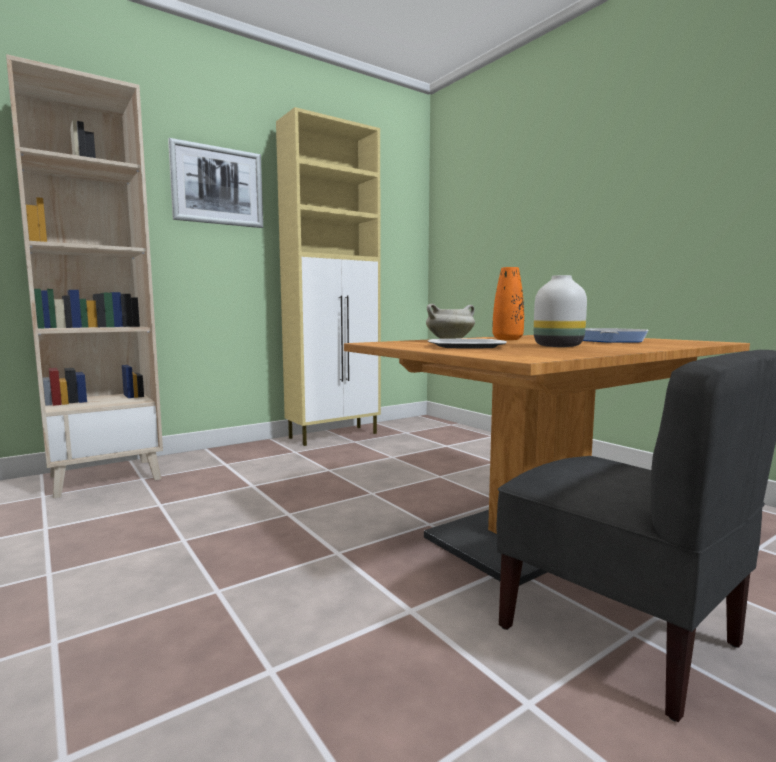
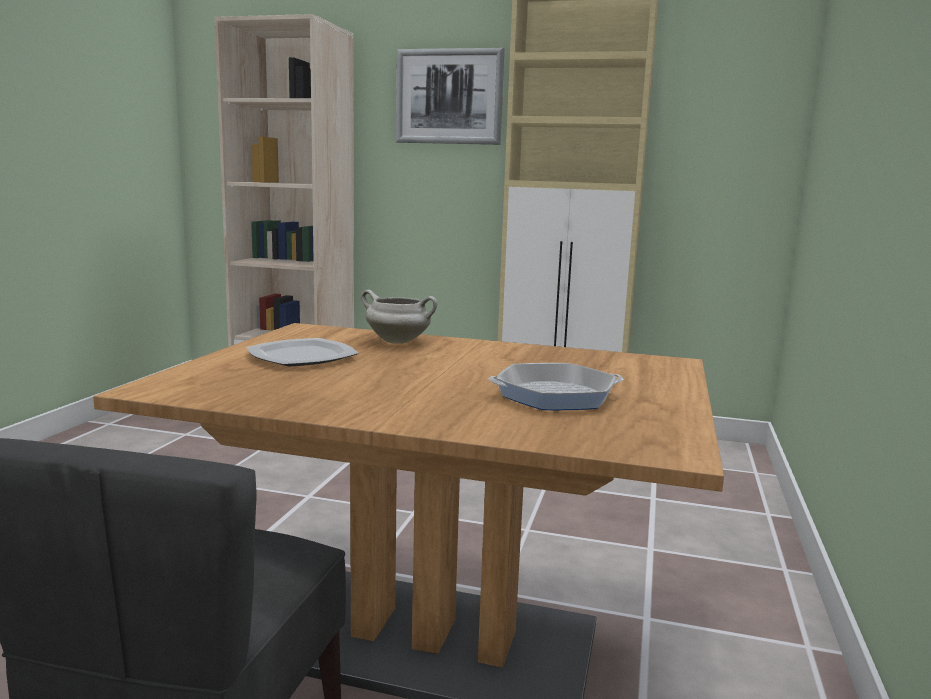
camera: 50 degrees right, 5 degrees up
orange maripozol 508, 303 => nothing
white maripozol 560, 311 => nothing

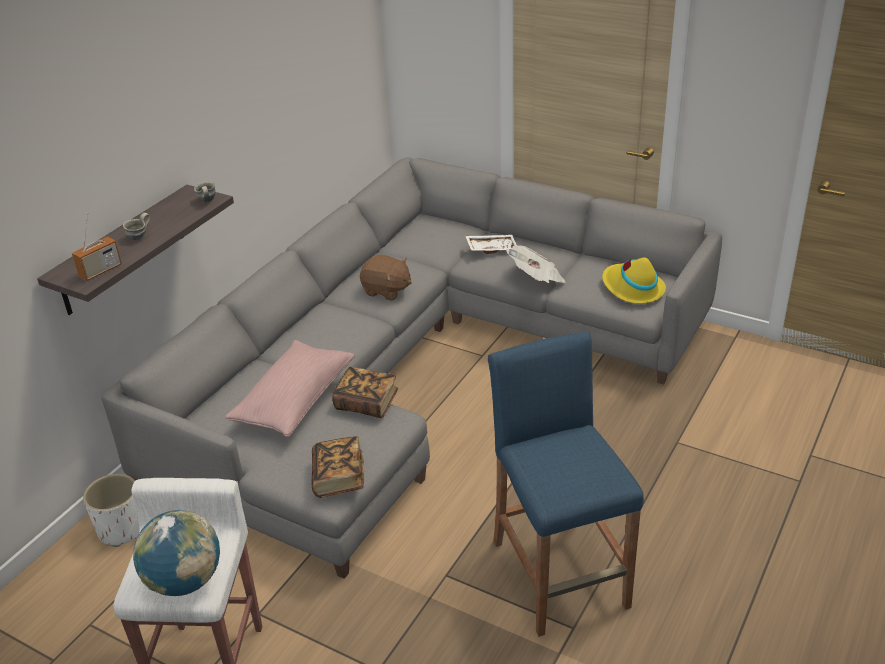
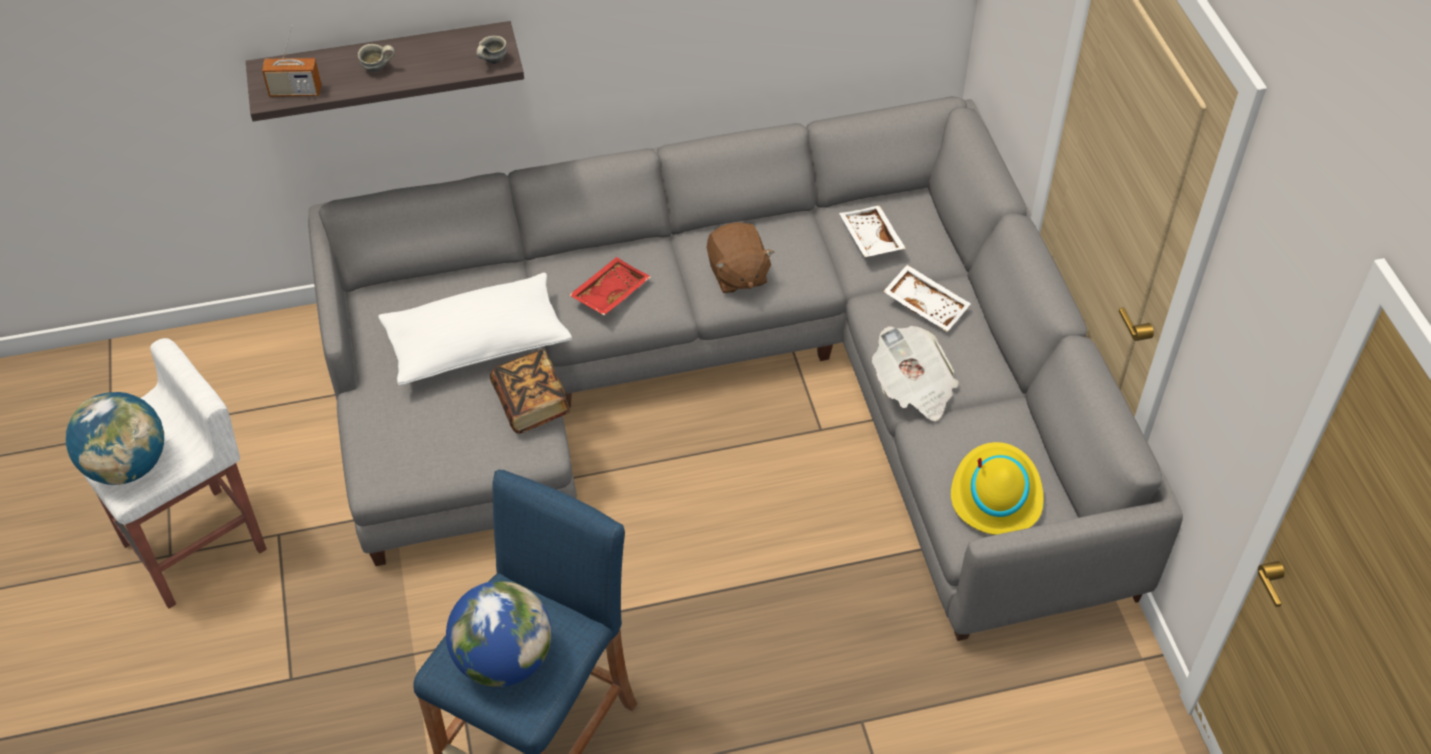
camera: 45 degrees right, 15 degrees up
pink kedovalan 290, 388 => white kedovalan 475, 329
nothing => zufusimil 499, 634
nothing => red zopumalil 610, 286
nothing => white zopumalil 872, 231
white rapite 111, 510 => nothing
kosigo 338, 467 => nothing

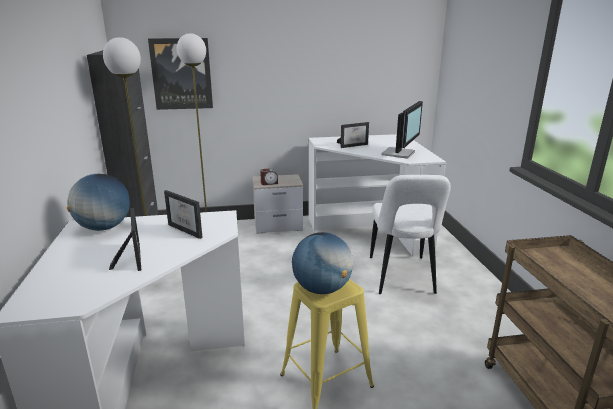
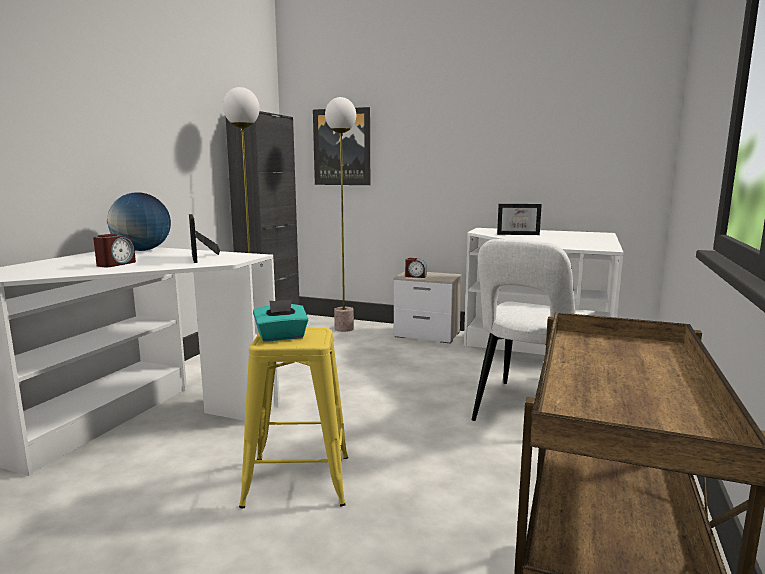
camera: 30 degrees right, 10 degrees down
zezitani 125, 239 => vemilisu 114, 250
zufusimil 322, 263 => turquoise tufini 280, 321
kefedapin 402, 130 => nothing

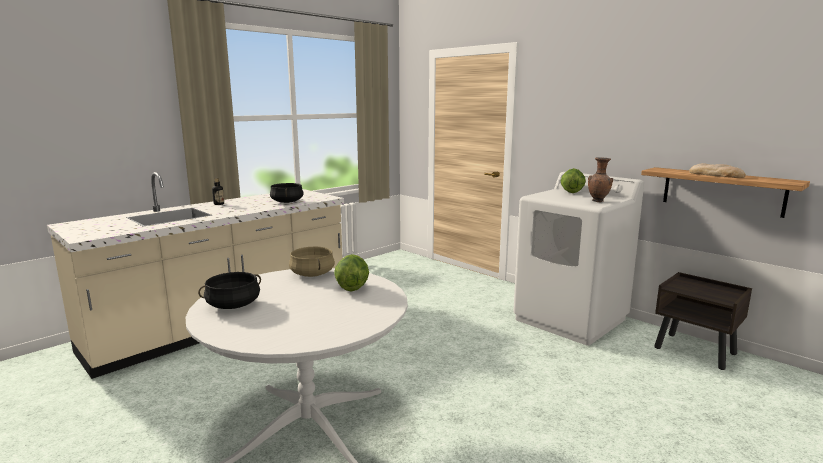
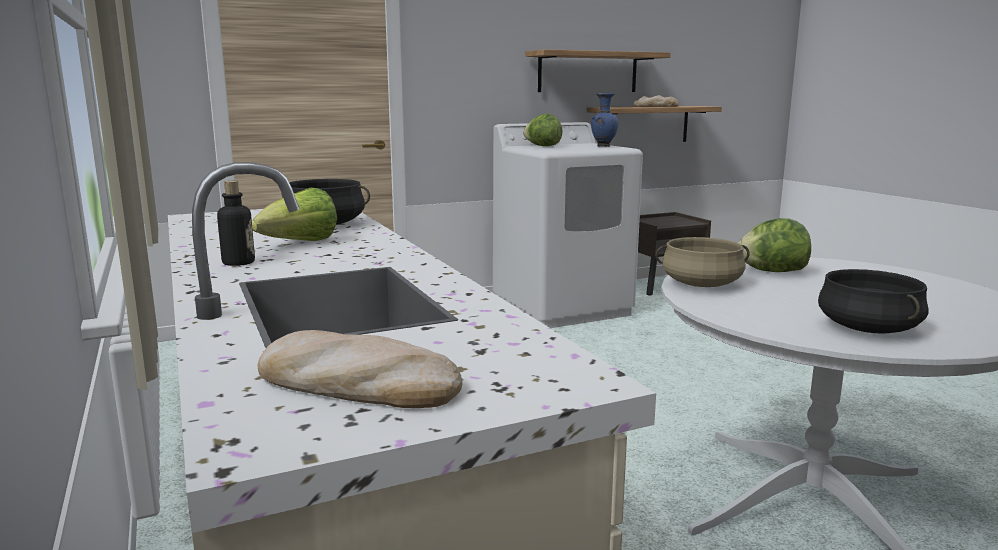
camera: 70 degrees left, 0 degrees up
nothing => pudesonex 294, 214
nothing => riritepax 360, 369
nothing => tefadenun 598, 70
brown maripozol 600, 180 => blue maripozol 605, 120

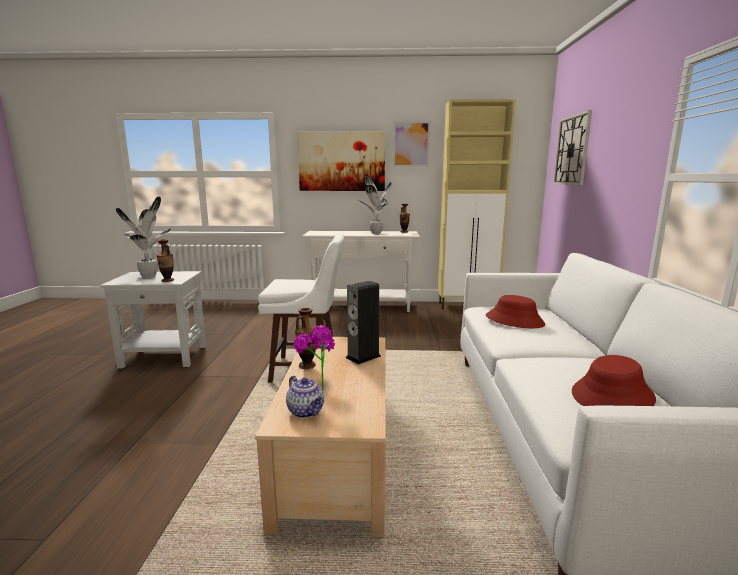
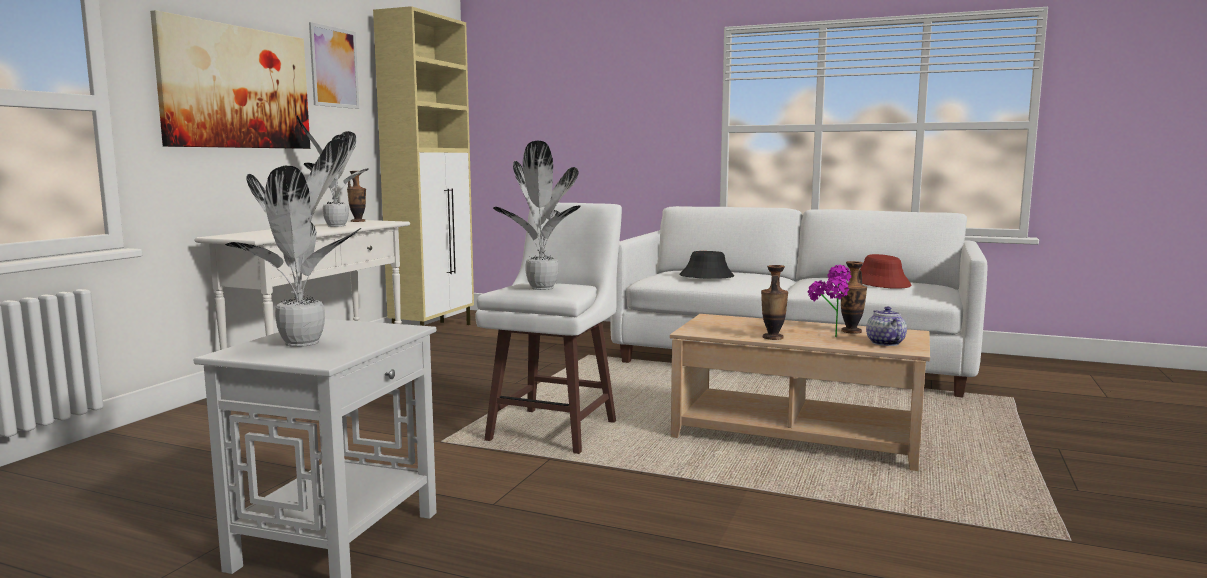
camera: 70 degrees left, 5 degrees down
nothing => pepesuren 537, 215
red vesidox 515, 311 => black vesidox 706, 265
maripozol 165, 260 => maripozol 854, 297, moved
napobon 305, 397 => napobon 886, 326, 75 degrees counterclockwise
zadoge 363, 322 => nothing
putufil 572, 147 => nothing

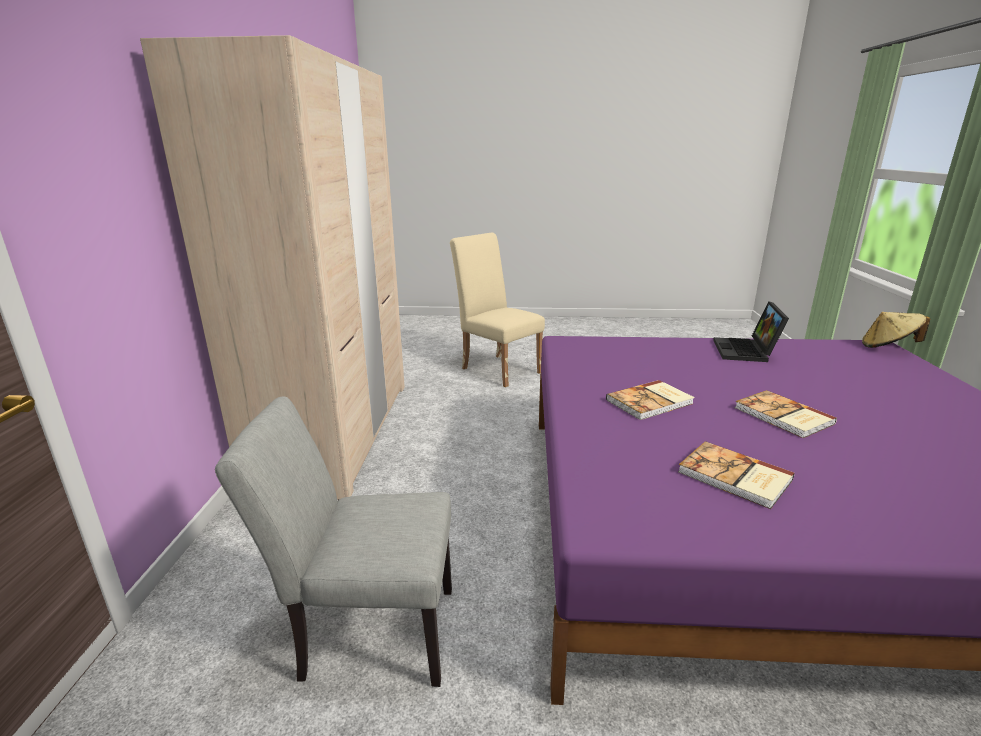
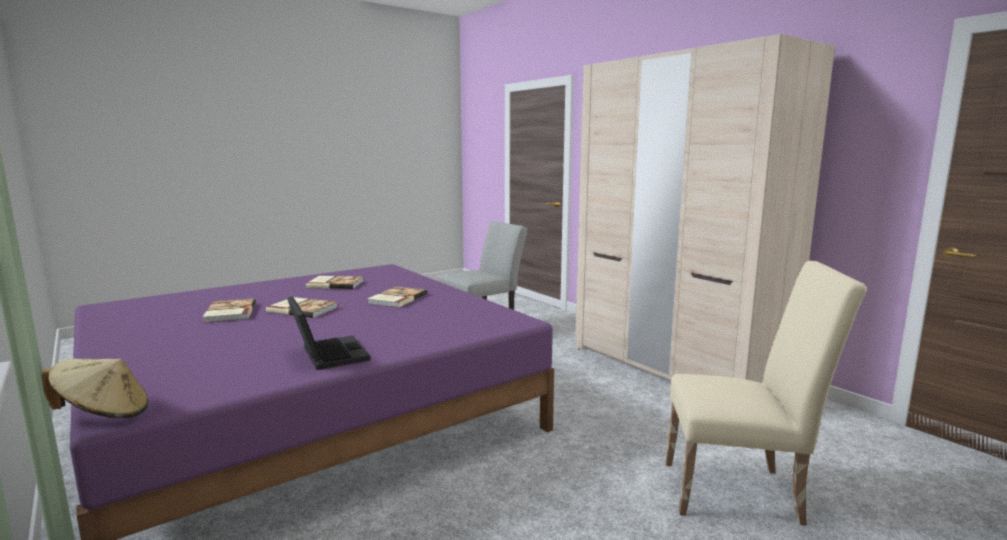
camera: 140 degrees right, 10 degrees down
nothing => kosigo 229, 310

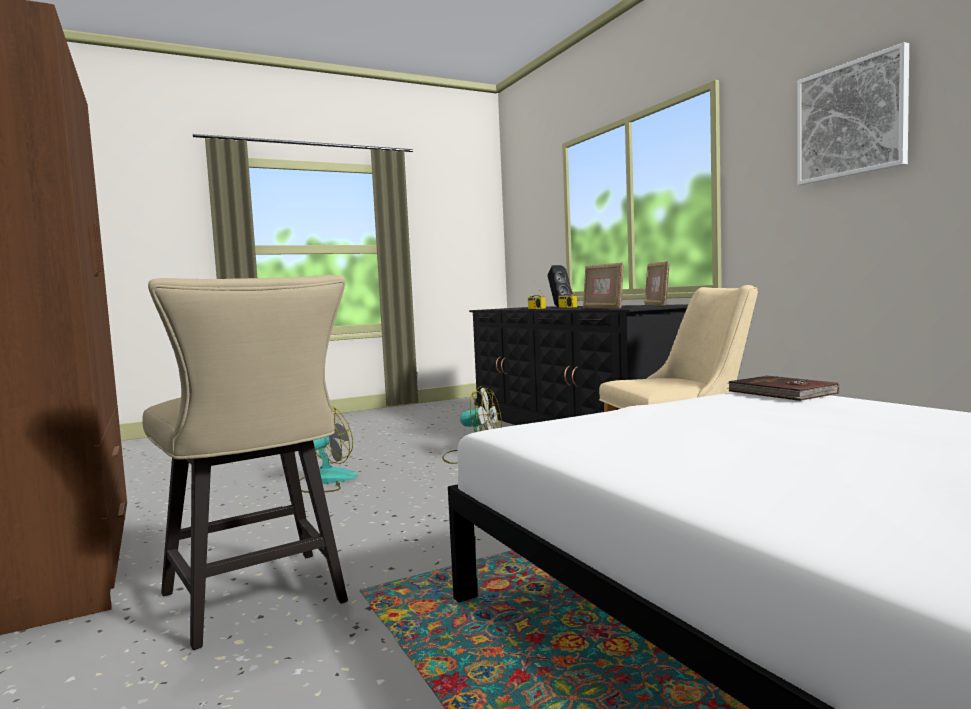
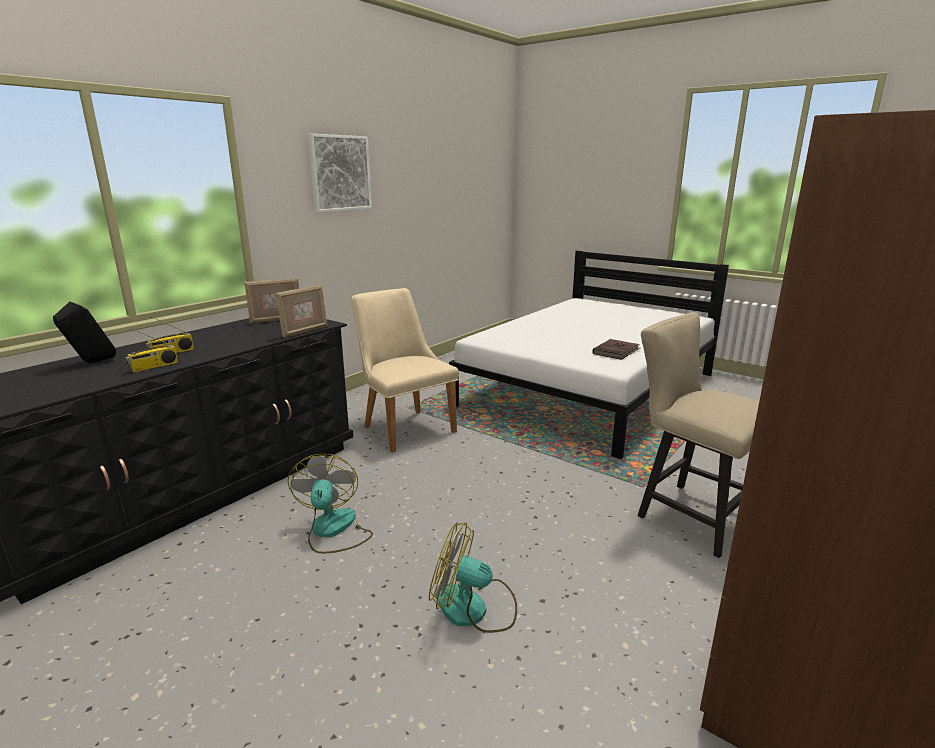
camera: 115 degrees left, 15 degrees up
brown kosigo 783, 388 => brown kosigo 616, 349, moved
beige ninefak 245, 462 => beige ninefak 698, 435, 75 degrees counterclockwise

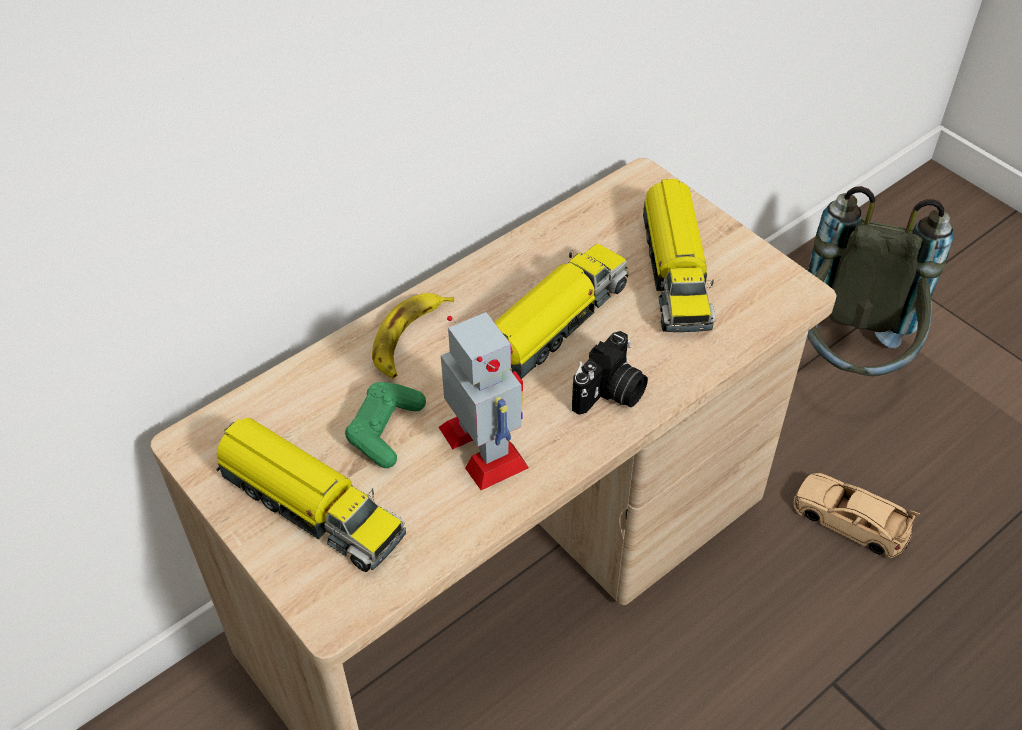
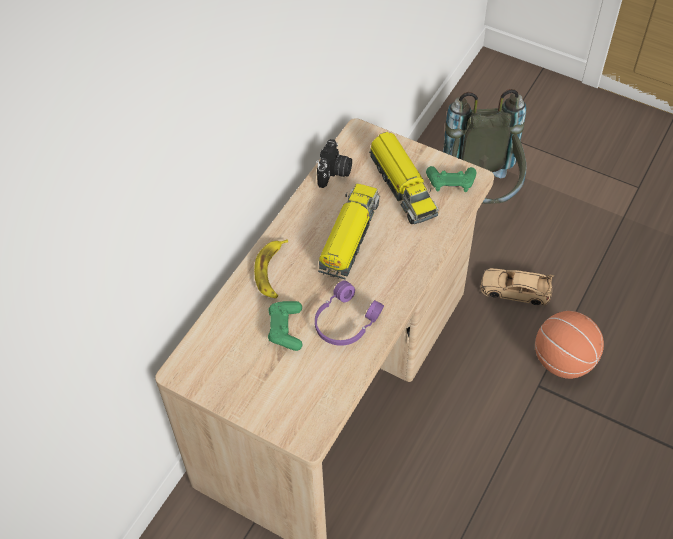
camera: 20 degrees left, 5 degrees up
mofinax 484, 401 => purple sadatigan 349, 313
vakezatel 610, 373 => vakezatel 334, 163, moved
nothing => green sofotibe 451, 179
nothing => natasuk 569, 345
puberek 311, 495 => nothing

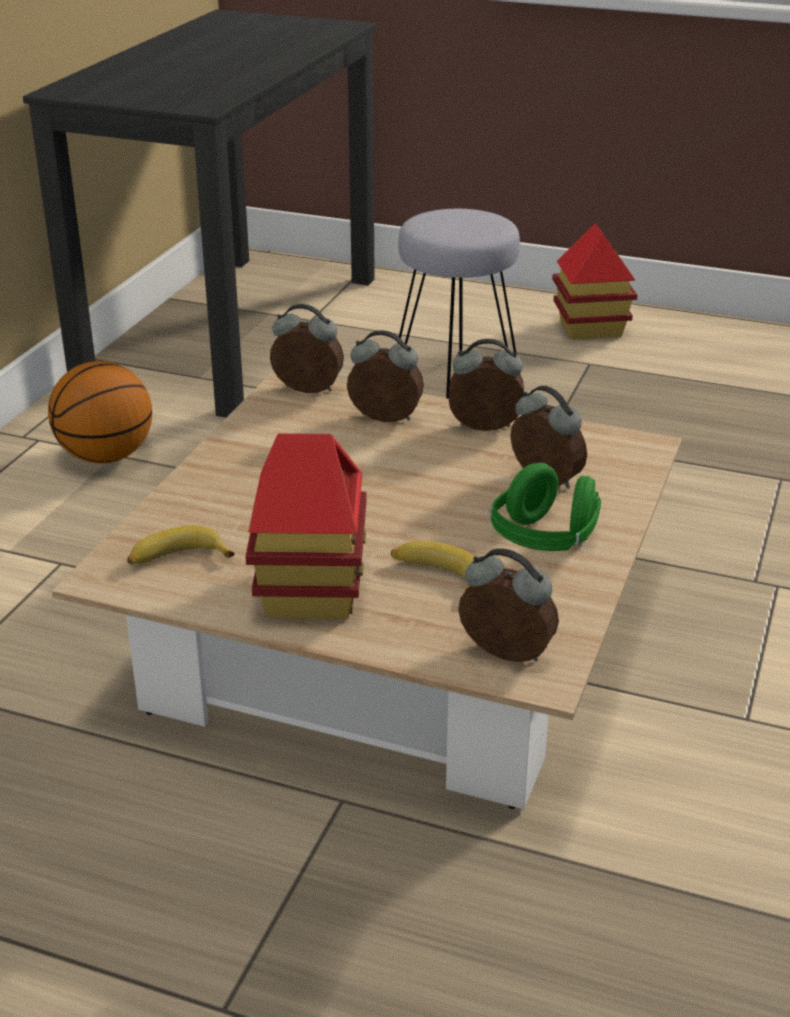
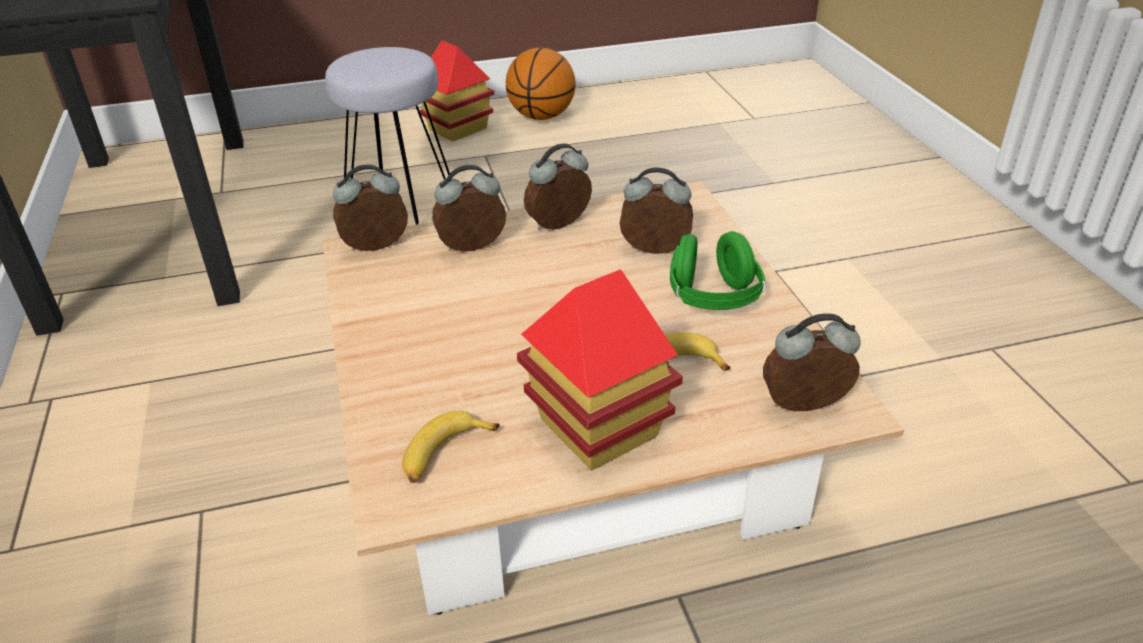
camera: 35 degrees left, 5 degrees up
natasuk 100, 412 => natasuk 540, 84, moved

